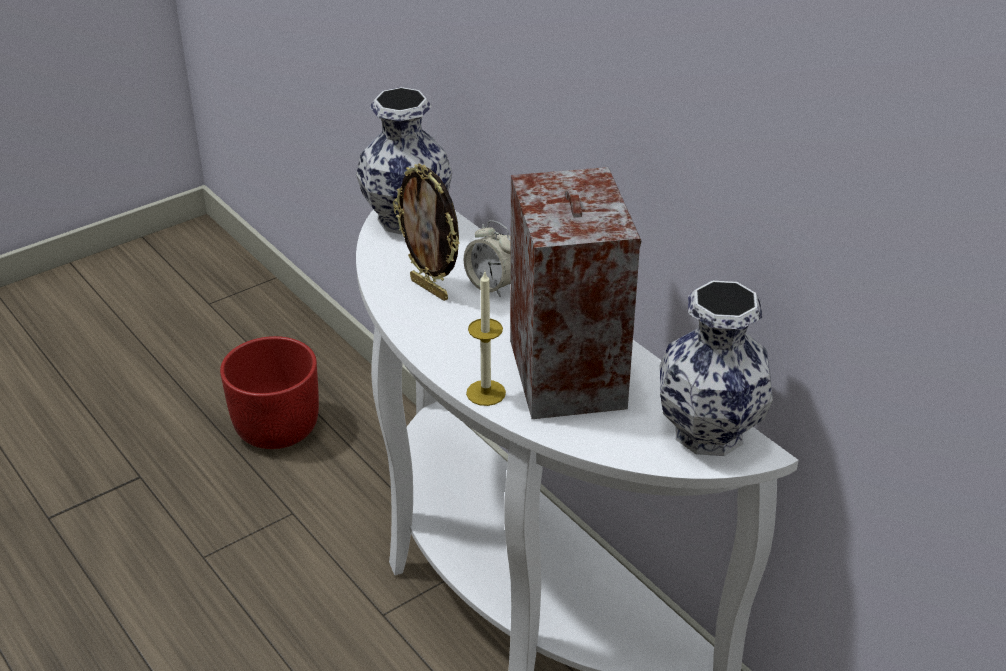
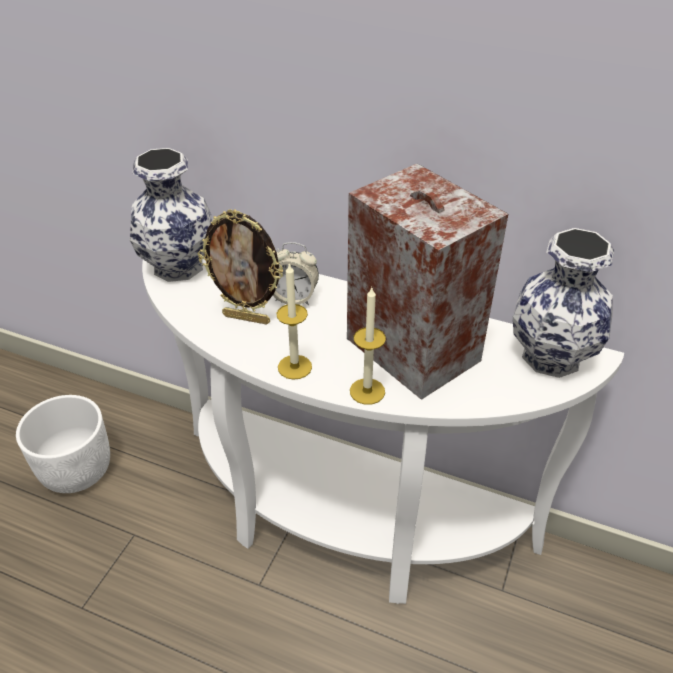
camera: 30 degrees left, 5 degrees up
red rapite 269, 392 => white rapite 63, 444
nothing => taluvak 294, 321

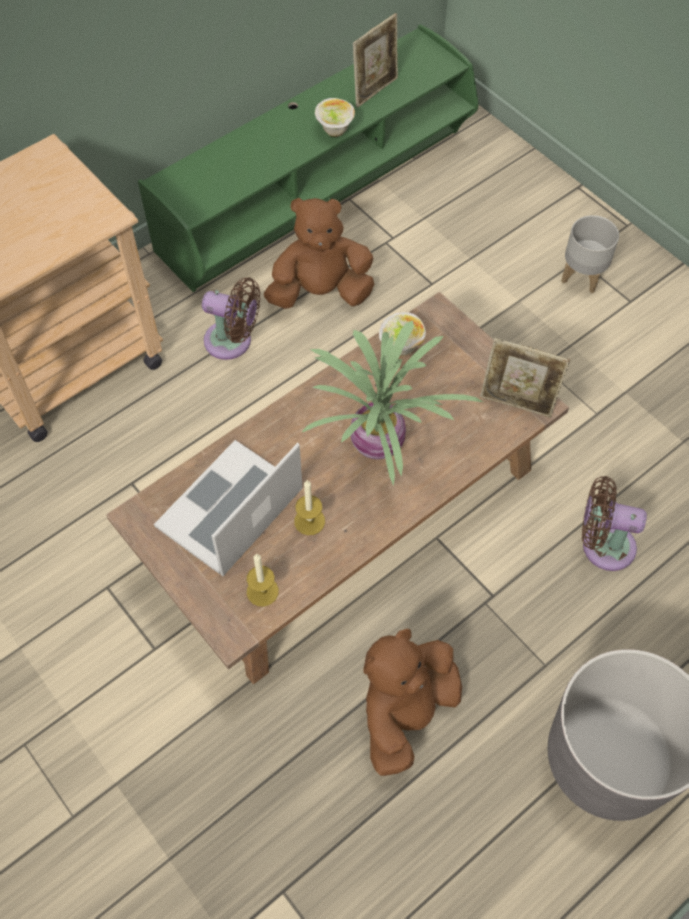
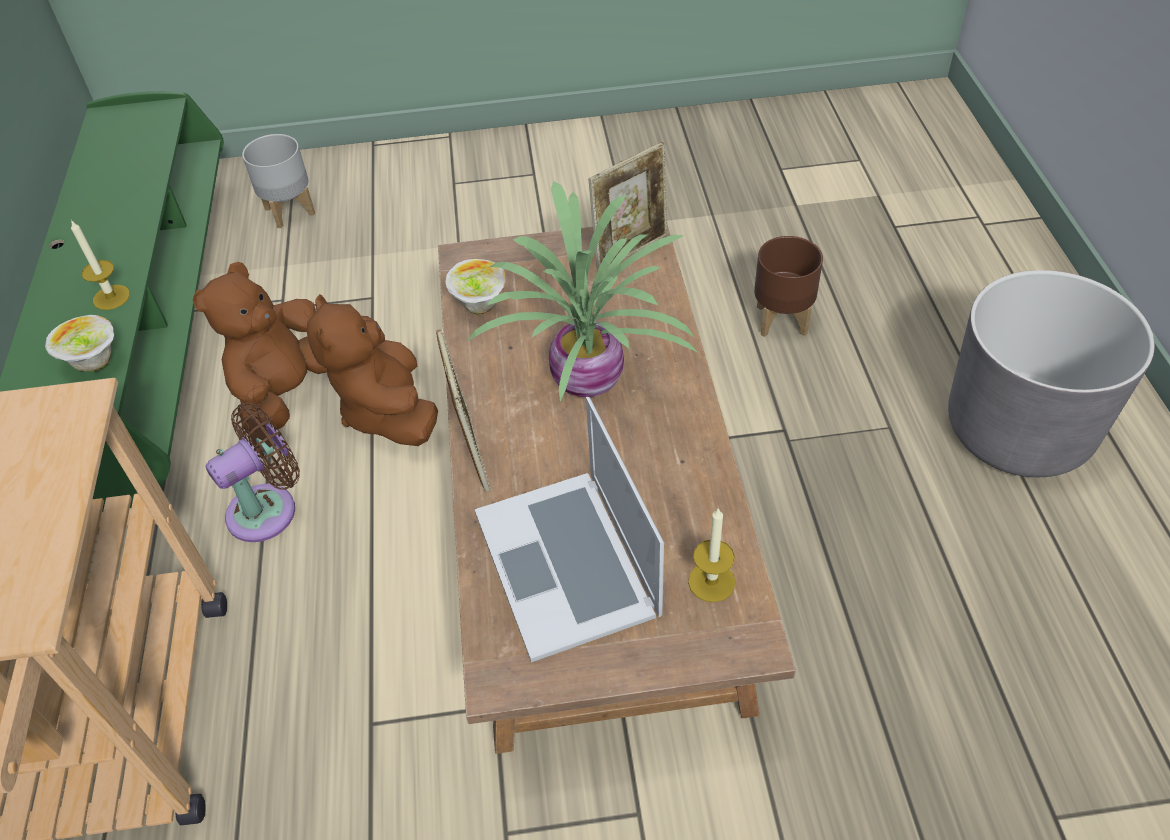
camera: 55 degrees left, 10 degrees down
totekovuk 335, 117 => totekovuk 79, 343, moved
taluvak 309, 507 => taluvak 100, 265, moved
grey rapite 590, 254 => grey rapite 278, 181, moved
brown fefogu 412, 702 => brown fefogu 372, 370, moved
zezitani 375, 60 => zezitani 463, 410, moved
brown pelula 614, 523 => brown rapite 788, 286

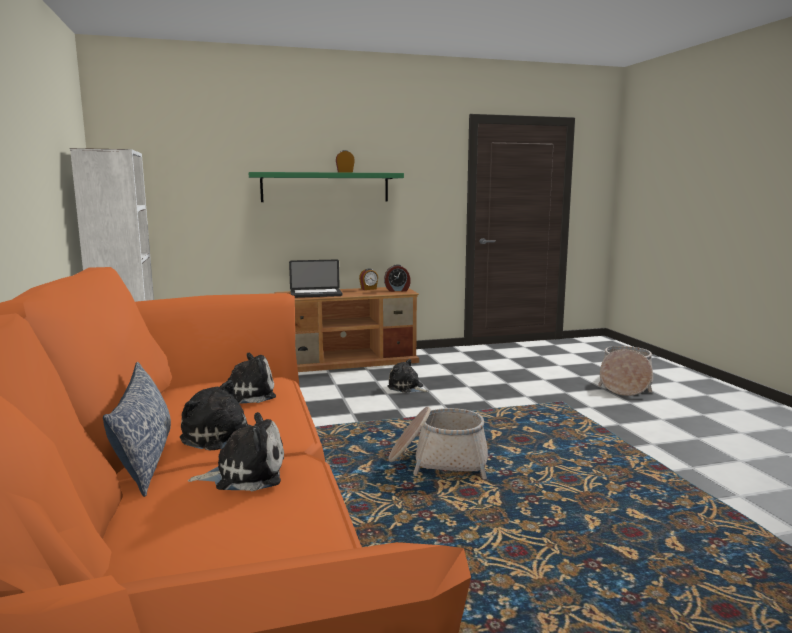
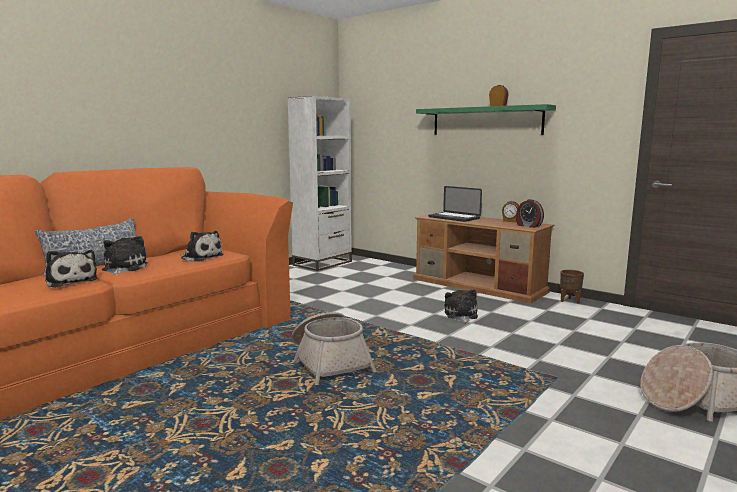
camera: 55 degrees right, 0 degrees up
nothing => brown rapite 572, 287

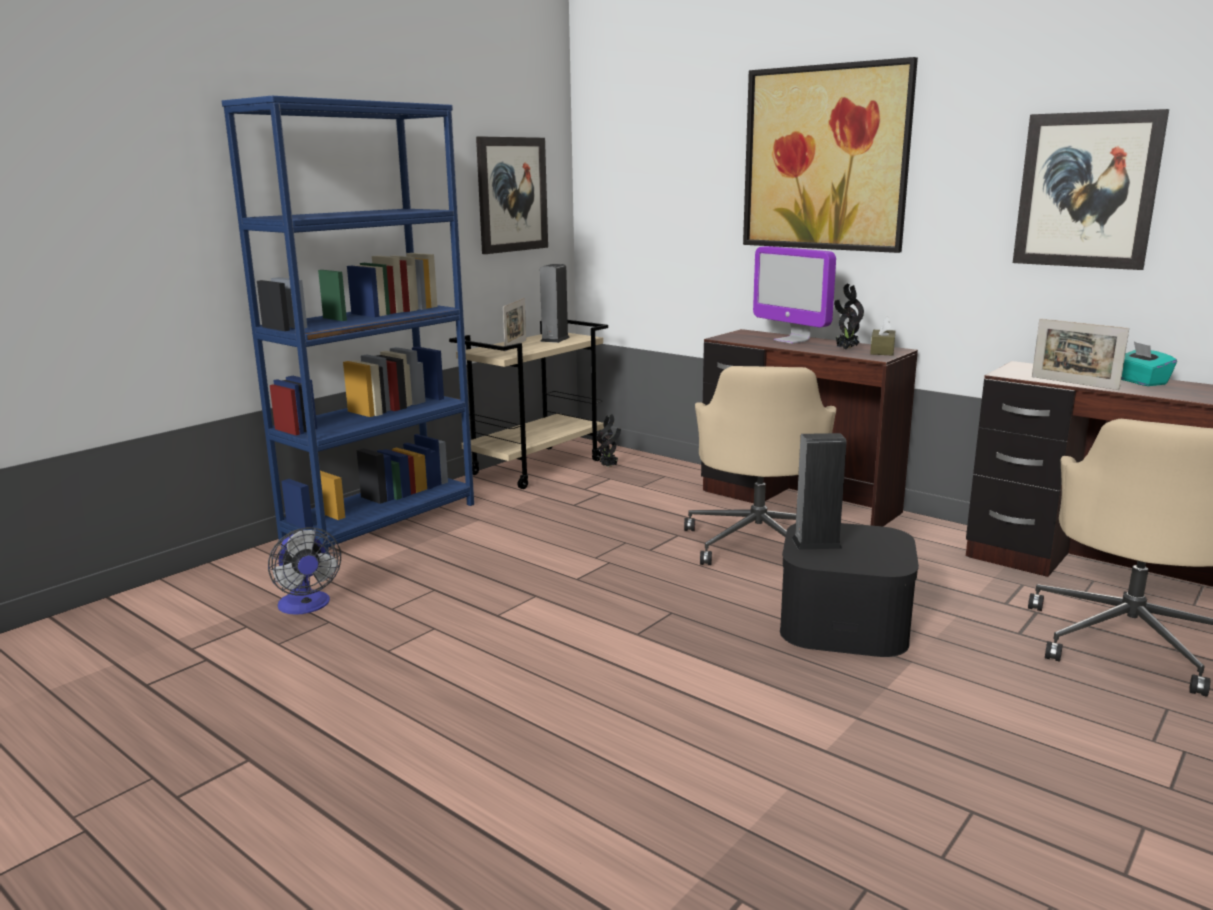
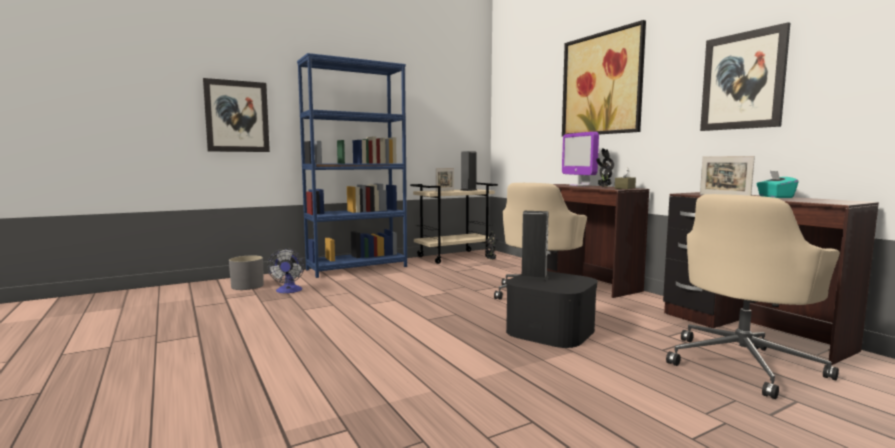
camera: 20 degrees right, 10 degrees down
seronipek 512, 195 => seronipek 236, 115, moved
nothing => grey rapite 246, 272

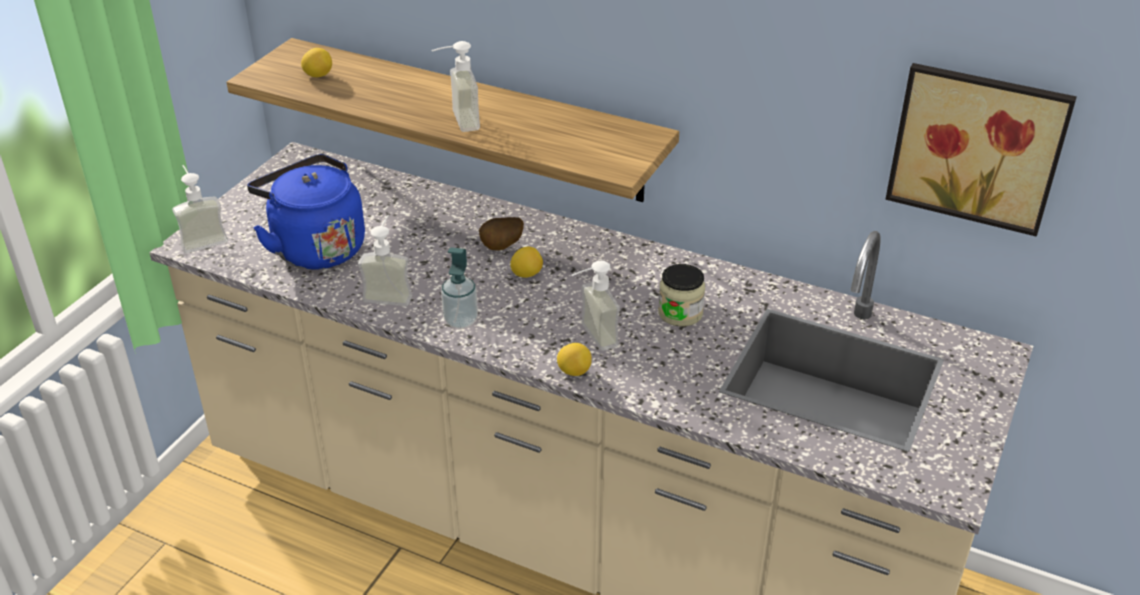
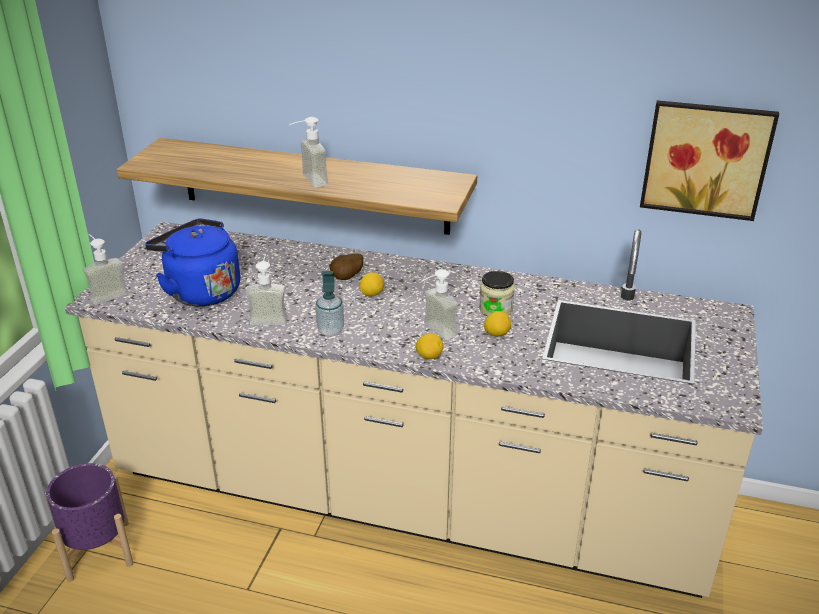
camera: 10 degrees left, 5 degrees down
nothing => purple rapite 89, 522
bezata 316, 62 => bezata 497, 323, moved

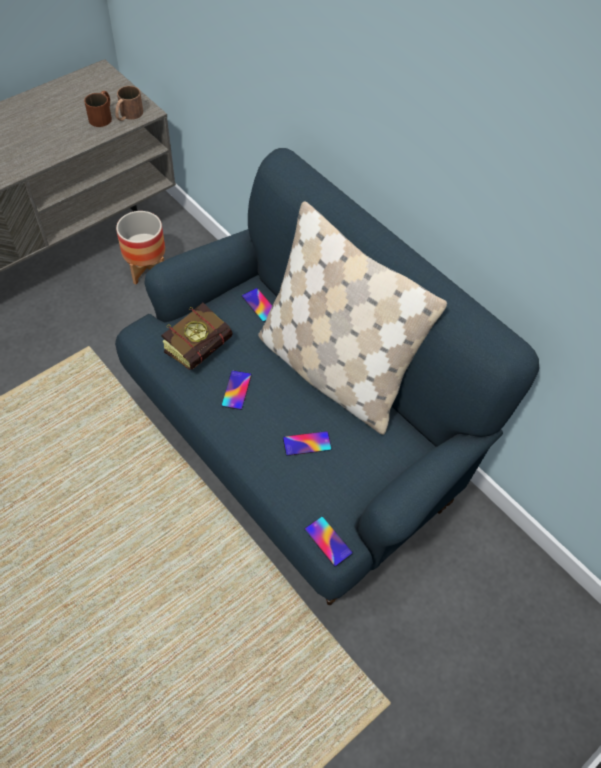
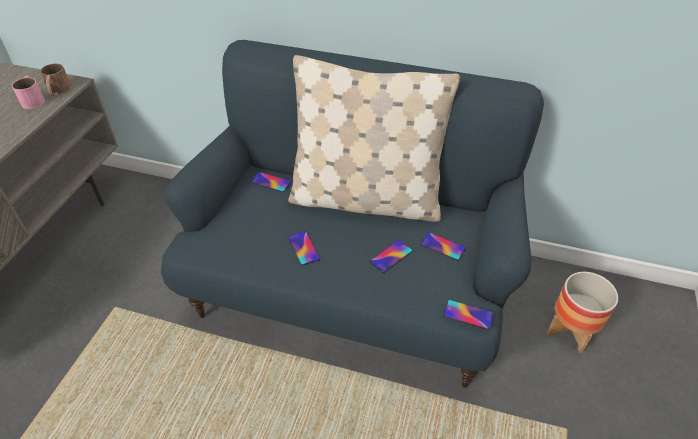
camera: 30 degrees left, 10 degrees down
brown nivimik 98, 109 => pink nivimik 28, 92
nothing => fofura 443, 246
rapite 140, 247 => rapite 582, 312, moved
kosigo 197, 336 => nothing

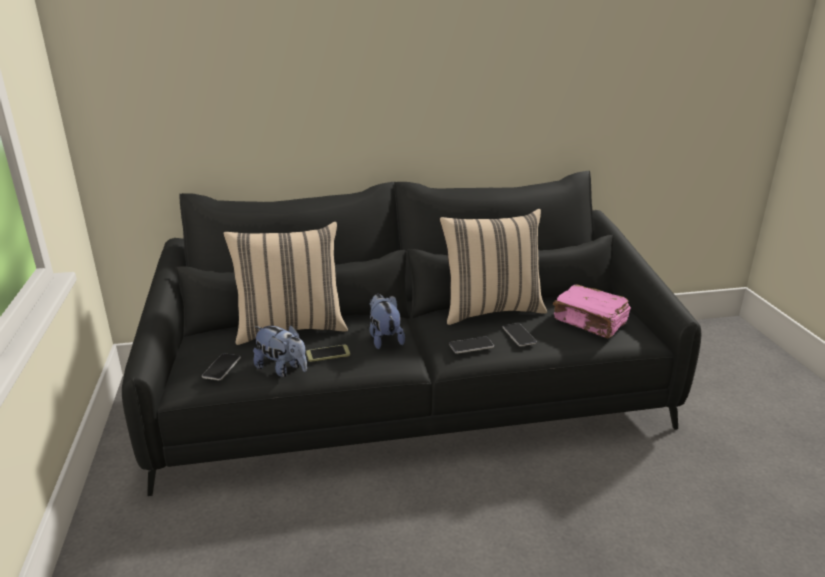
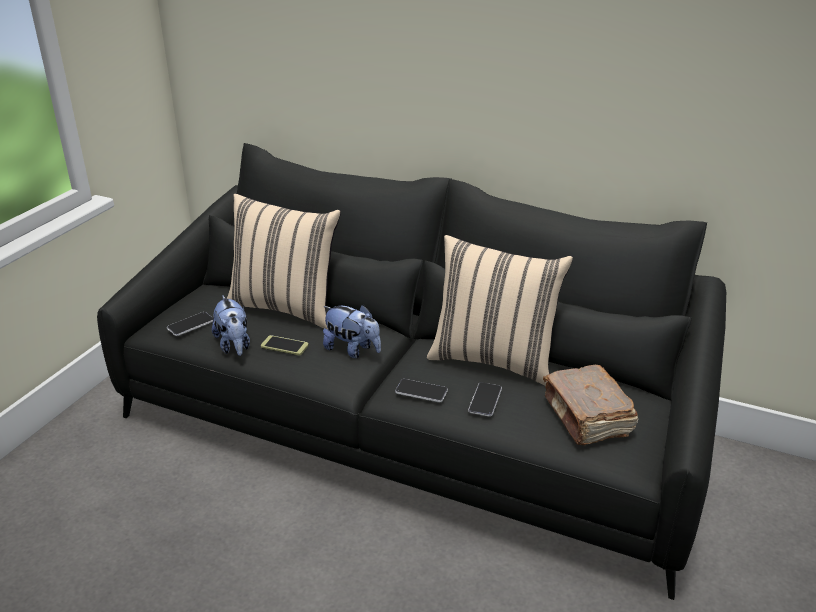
camera: 35 degrees right, 5 degrees up
fefogu 387, 321 => fefogu 352, 331, 105 degrees clockwise
pink kosigo 592, 311 => brown kosigo 590, 405

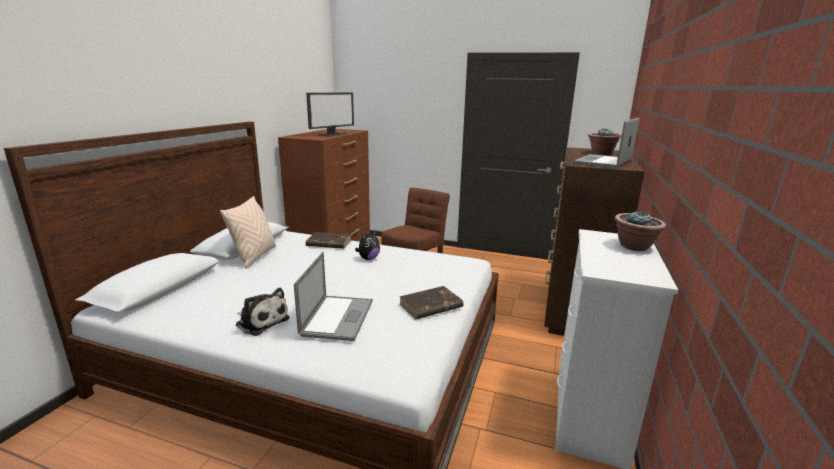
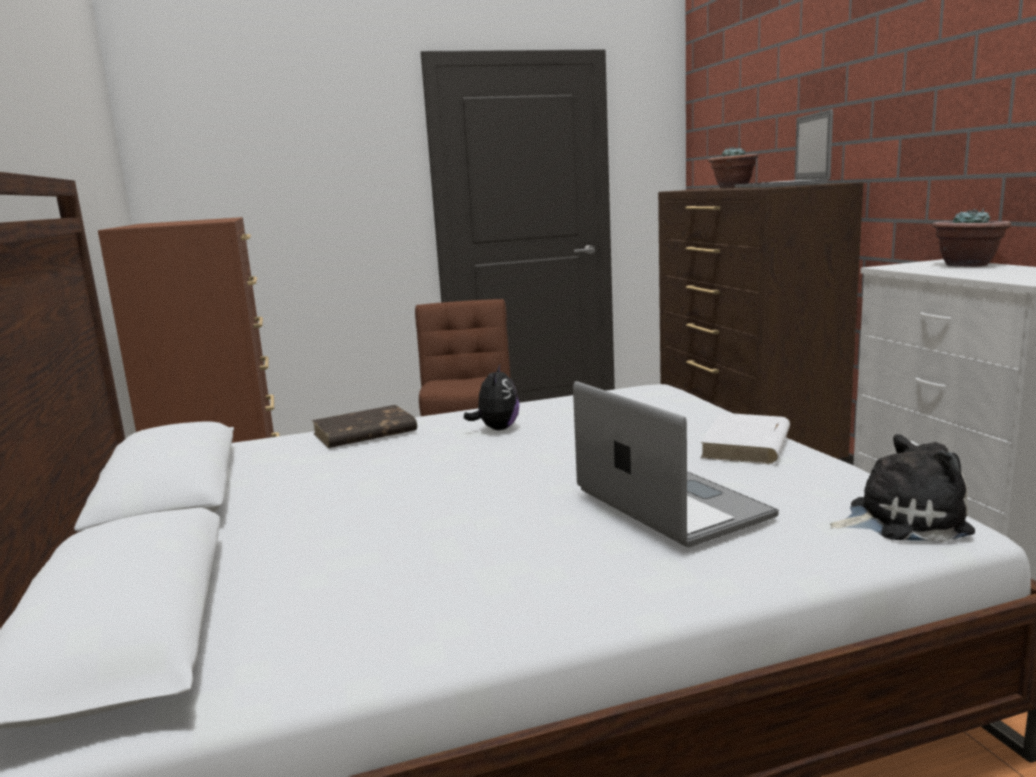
camera: 35 degrees left, 5 degrees down
brown kosigo 431, 302 => white kosigo 745, 438
fefogu 262, 312 => fefogu 902, 488, moved
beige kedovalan 248, 232 => nothing
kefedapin 330, 115 => nothing

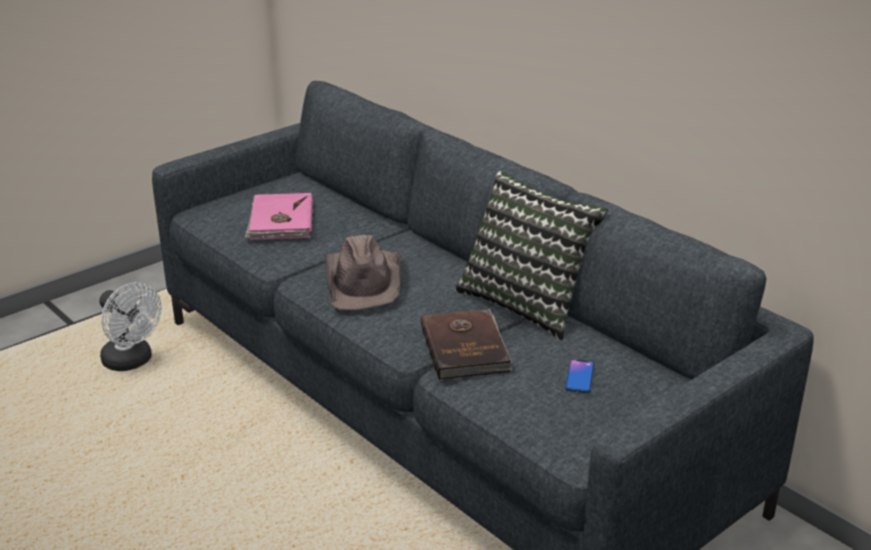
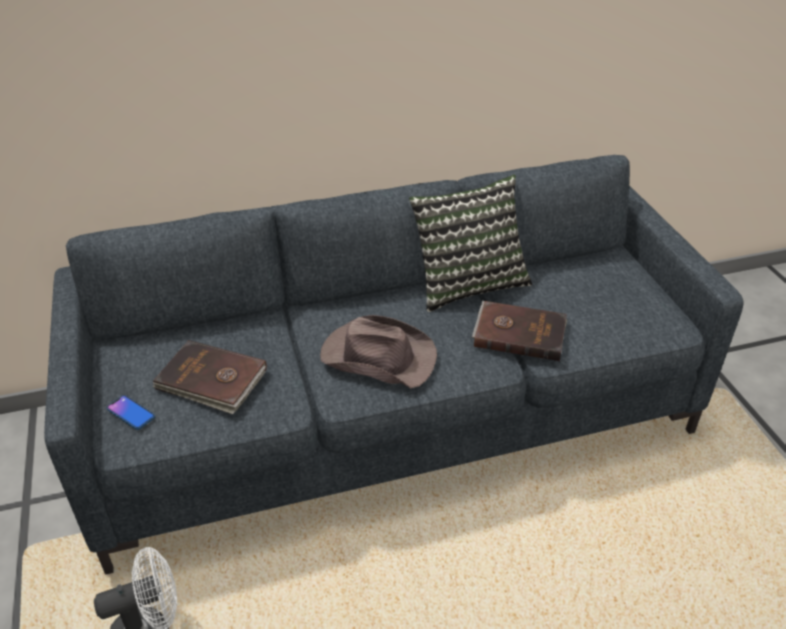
camera: 65 degrees left, 10 degrees up
fofura 580, 376 => fofura 131, 412, moved
pink kosigo 278, 216 => brown kosigo 209, 377

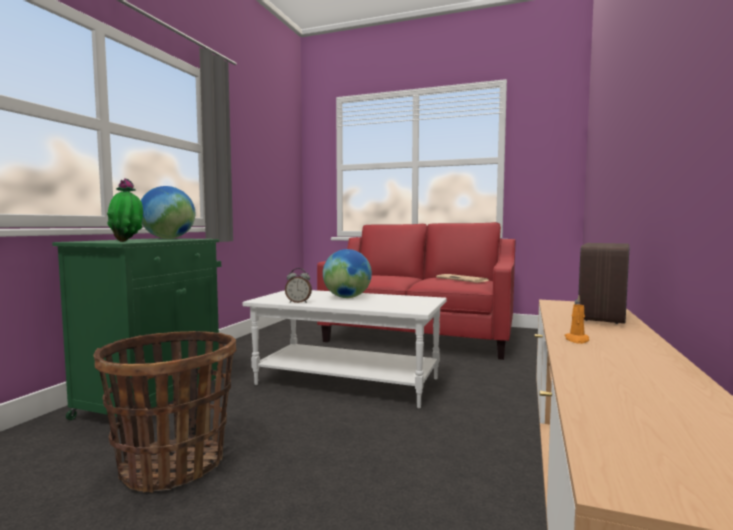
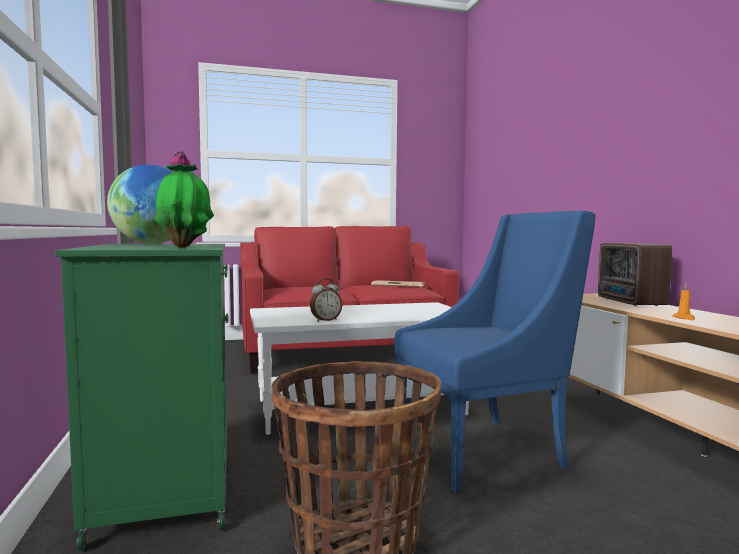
camera: 35 degrees left, 0 degrees up
nothing => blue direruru 494, 352
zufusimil 347, 273 => nothing

